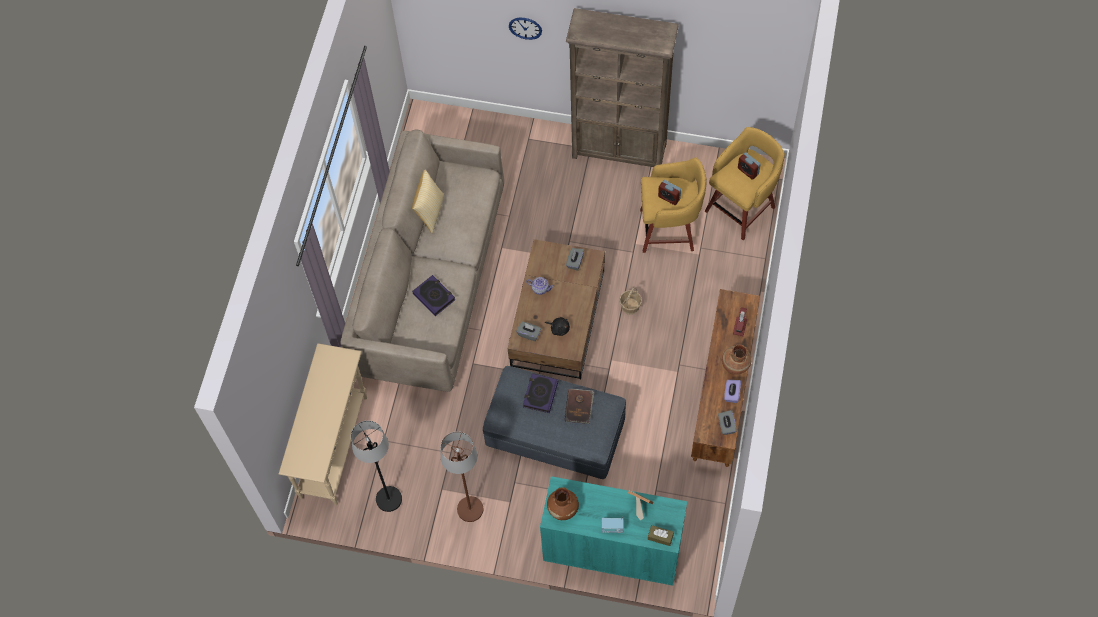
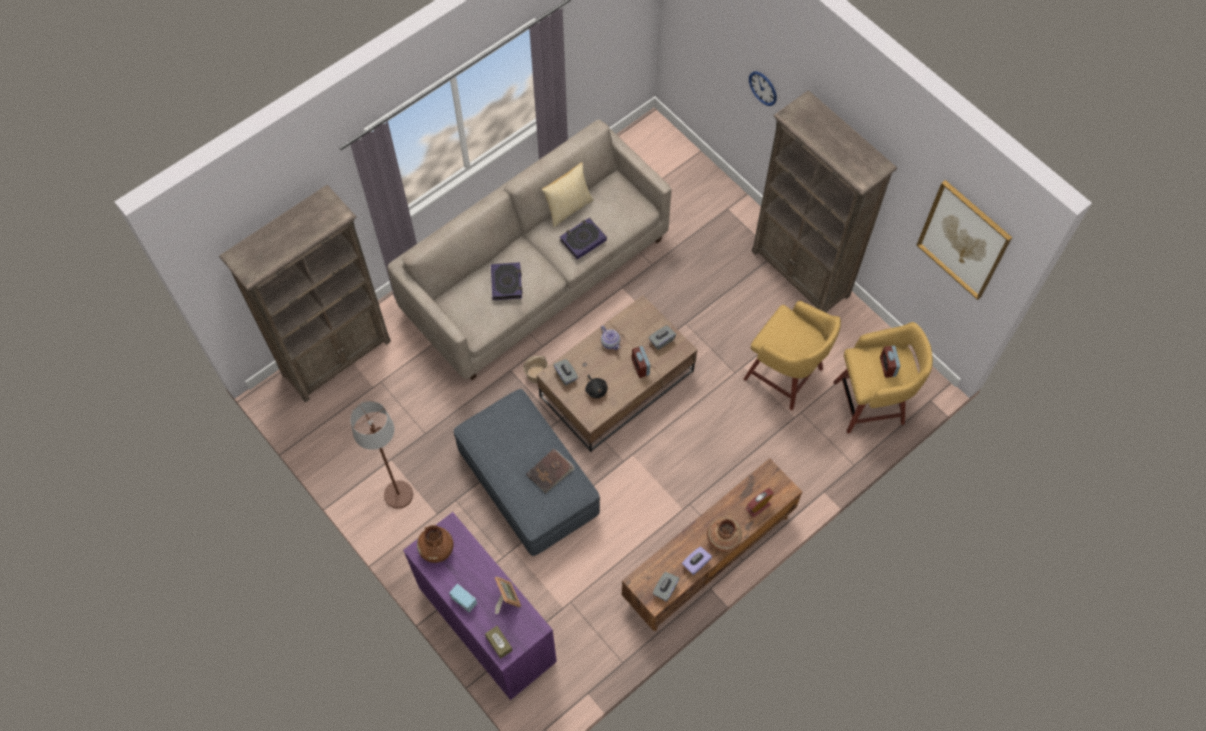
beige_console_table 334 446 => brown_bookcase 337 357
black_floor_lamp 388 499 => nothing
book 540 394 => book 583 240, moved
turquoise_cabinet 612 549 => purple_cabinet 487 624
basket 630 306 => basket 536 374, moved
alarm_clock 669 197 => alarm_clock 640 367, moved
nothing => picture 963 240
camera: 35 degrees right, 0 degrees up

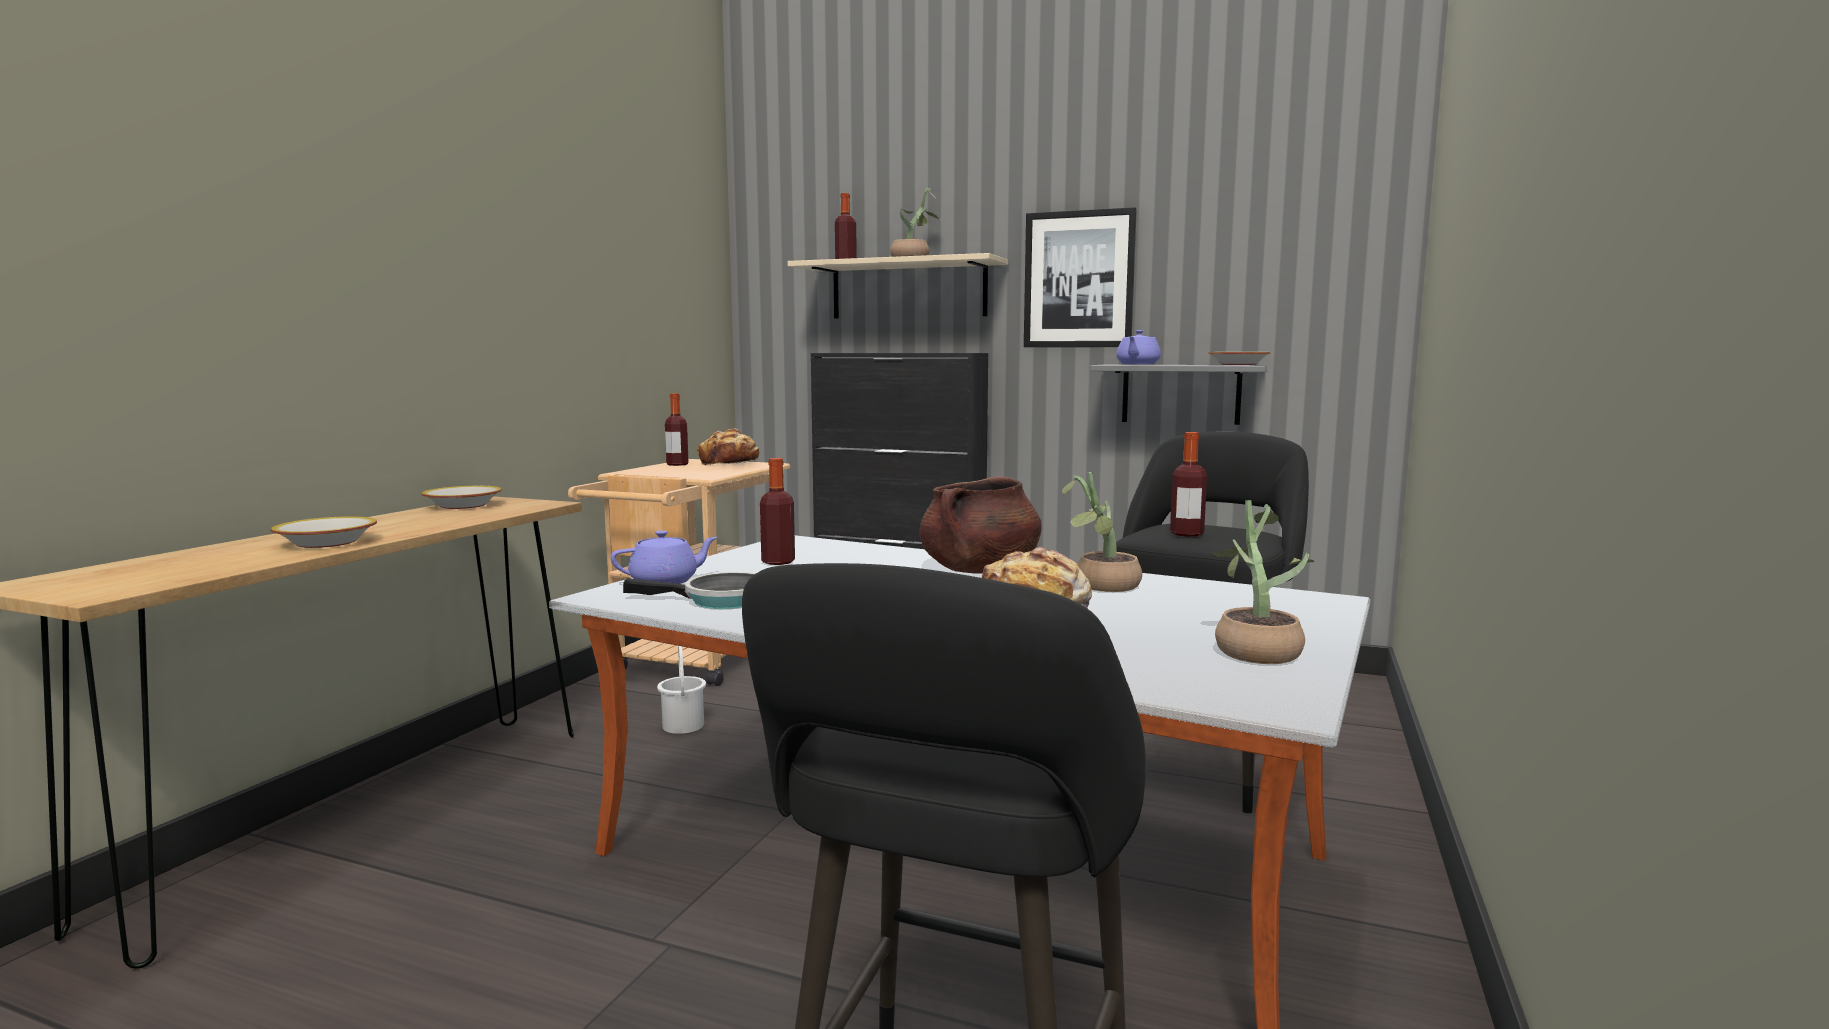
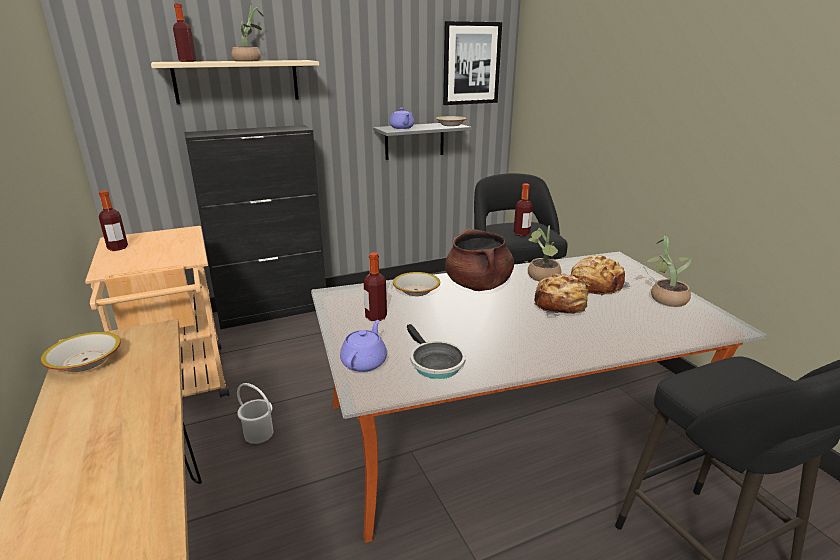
bowl 327 542 => bowl 416 290, moved
frying_pan 719 600 => frying_pan 434 363, 105 degrees clockwise
bread 730 463 => bread 596 284, moved
picture 1079 280 => picture 471 63, moved
camera: 45 degrees left, 15 degrees up

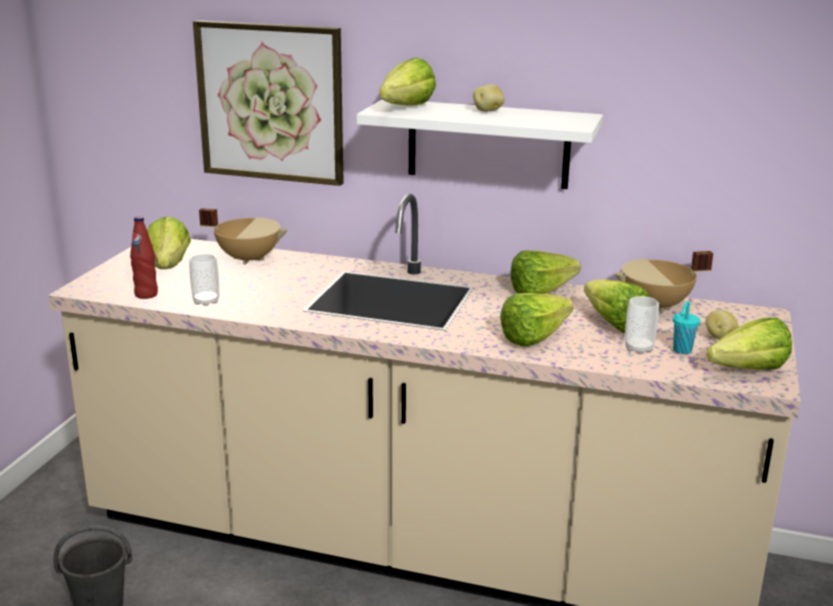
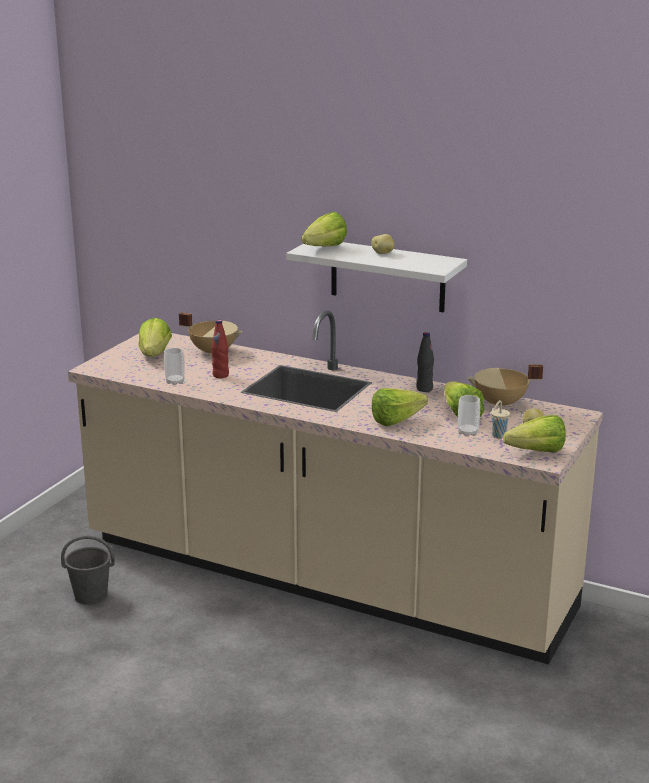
red_bottle 146 295 => red_bottle 220 375, moved
picture 271 102 => nothing
lettuce 547 292 => black_bottle 424 389
turquoise_cup 681 351 => beige_cup 498 436
camera: 10 degrees right, 0 degrees up

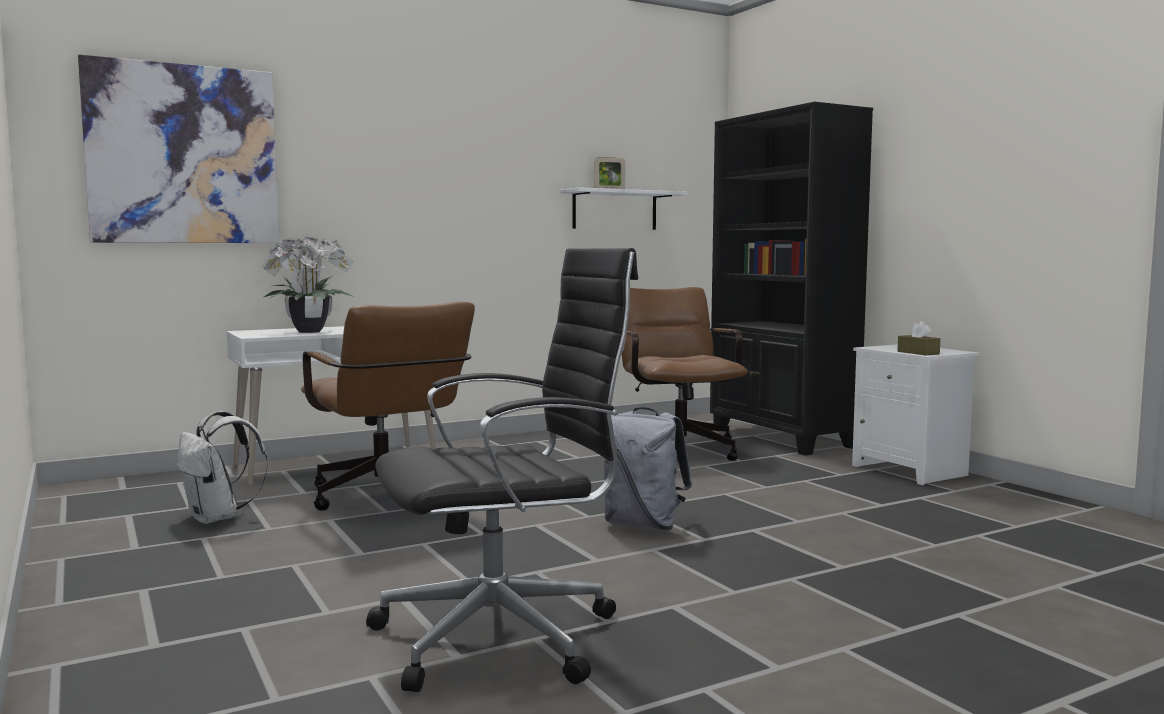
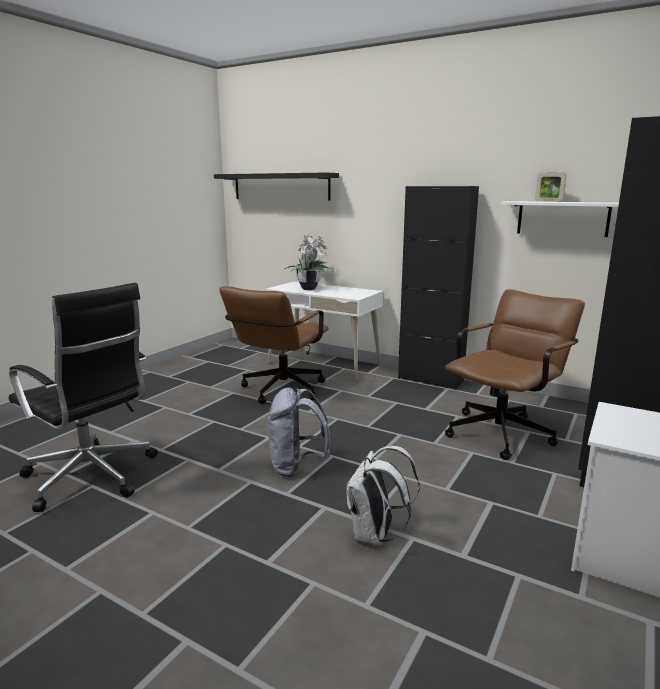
picture 183 154 => black_shelf 280 186
white_backpack 217 518 => white_backpack 375 535, moved
brown_tissue_box 918 353 => nothing
nothing => black_cabinet 430 380
camera: 60 degrees right, 10 degrees up

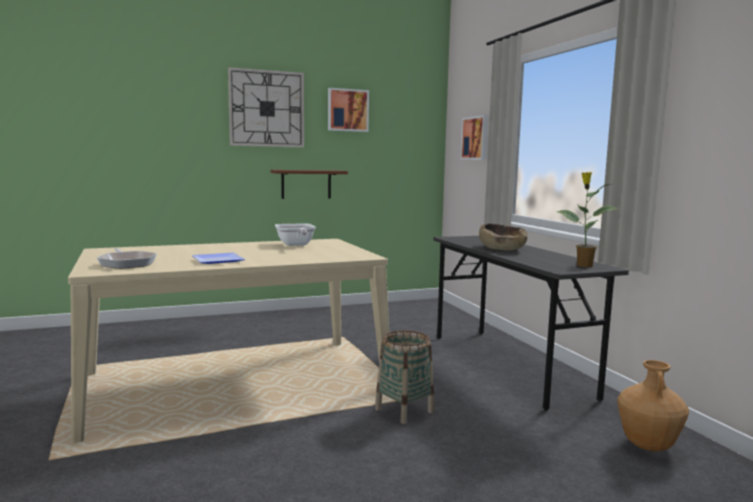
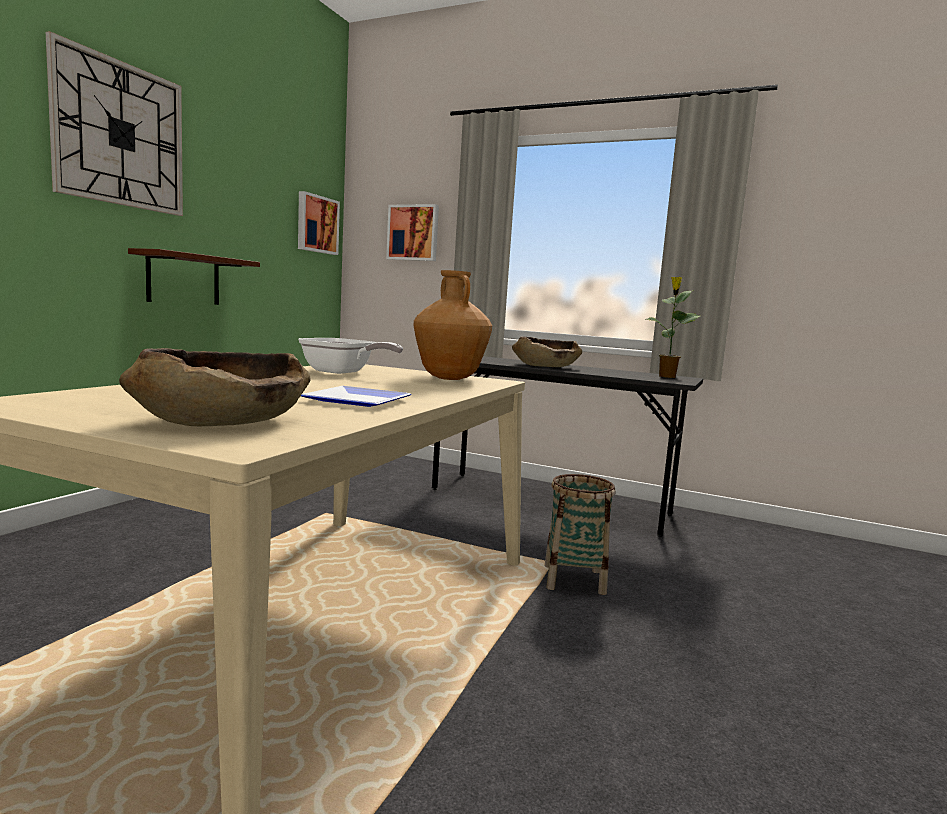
frying_pan 127 263 => brown_bowl 223 421
picture 347 110 => picture 316 224, moved
brown_vase 647 445 => brown_vase 449 378, moved
camera: 45 degrees left, 0 degrees up

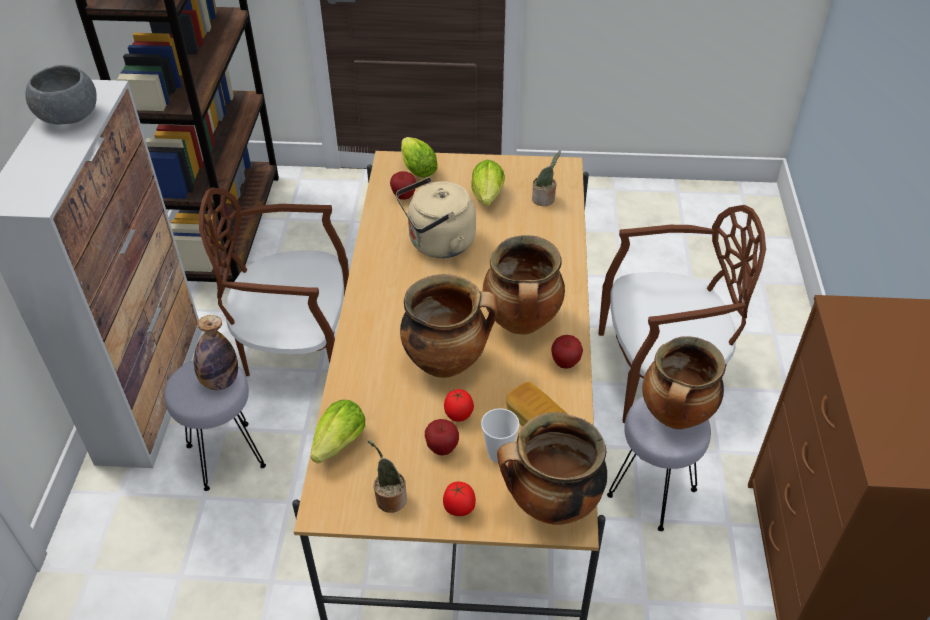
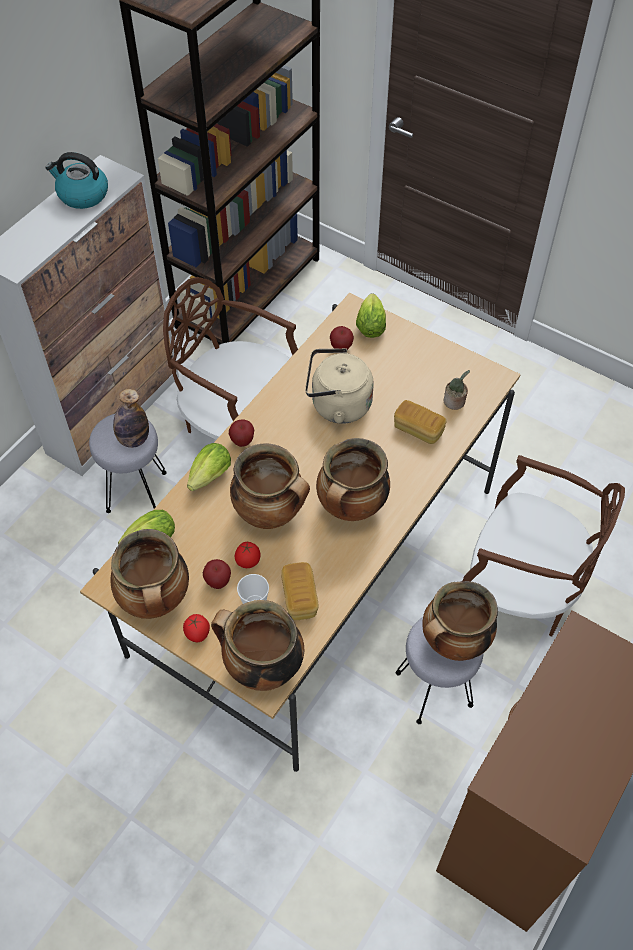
grey_bowl 69 117 => kettle 82 195
potted_plant 389 498 => cooking_pot 156 600
lettuce 487 198 => lettuce 208 478, moved
apple 565 363 => apple 242 441, moved
nothing => bread 418 429
camera: 30 degrees right, 10 degrees up

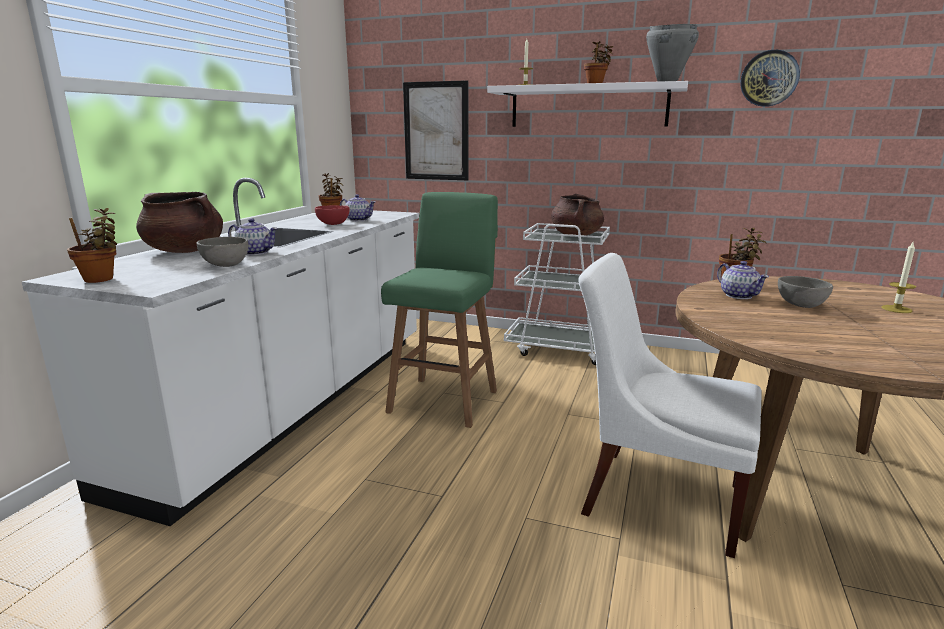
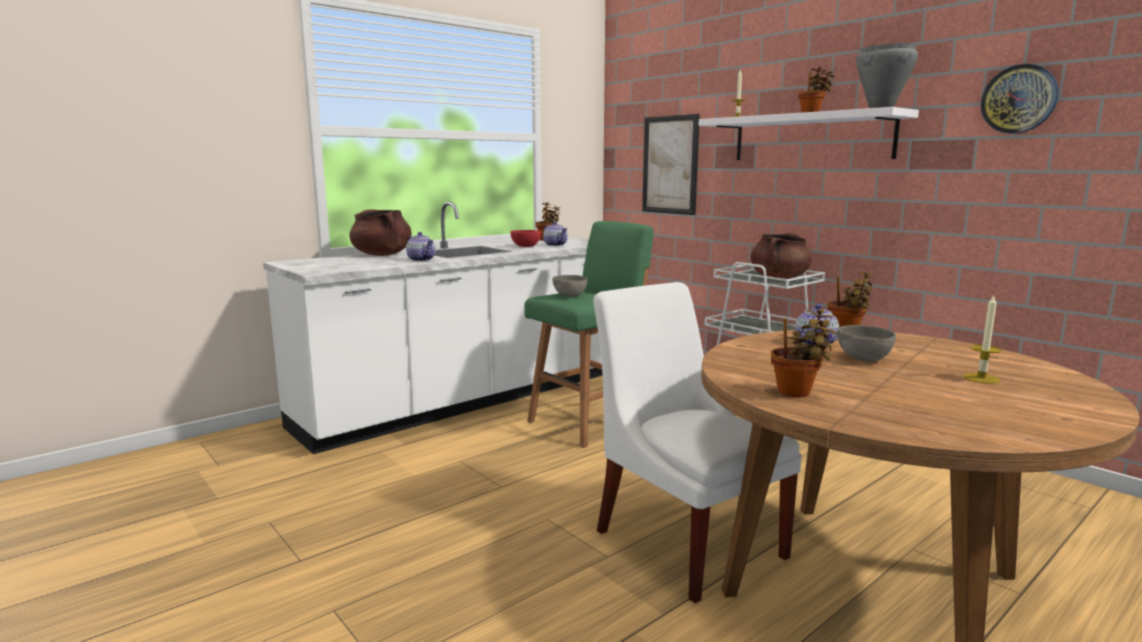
potted_plant 101 279 => potted_plant 797 393, moved
grey_bowl 225 265 => grey_bowl 569 296, moved
camera: 30 degrees right, 5 degrees down

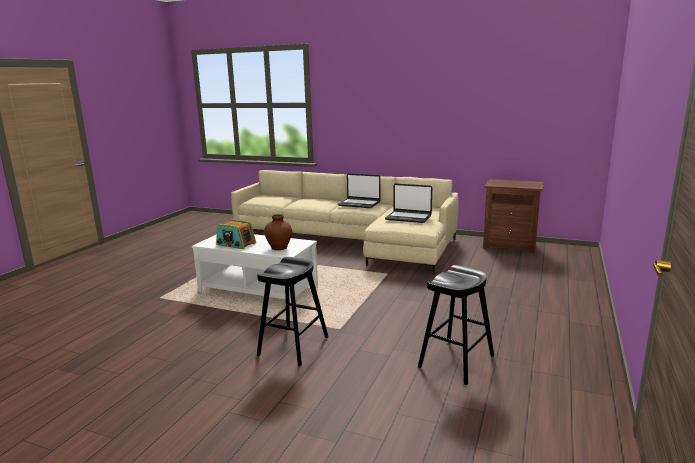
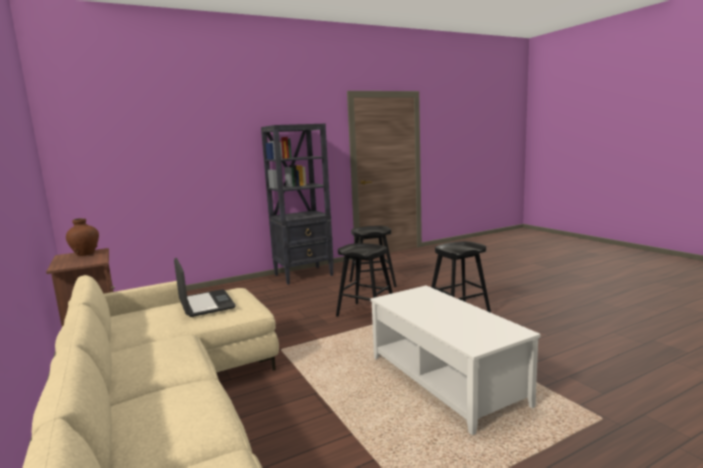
radio 235 244 => nothing
brown_vase 279 248 => brown_vase 85 254, moved
laptop 359 204 => nothing
nothing => black_bookcase 304 275
nothing => black_stool 366 313
camera: 140 degrees left, 5 degrees down

